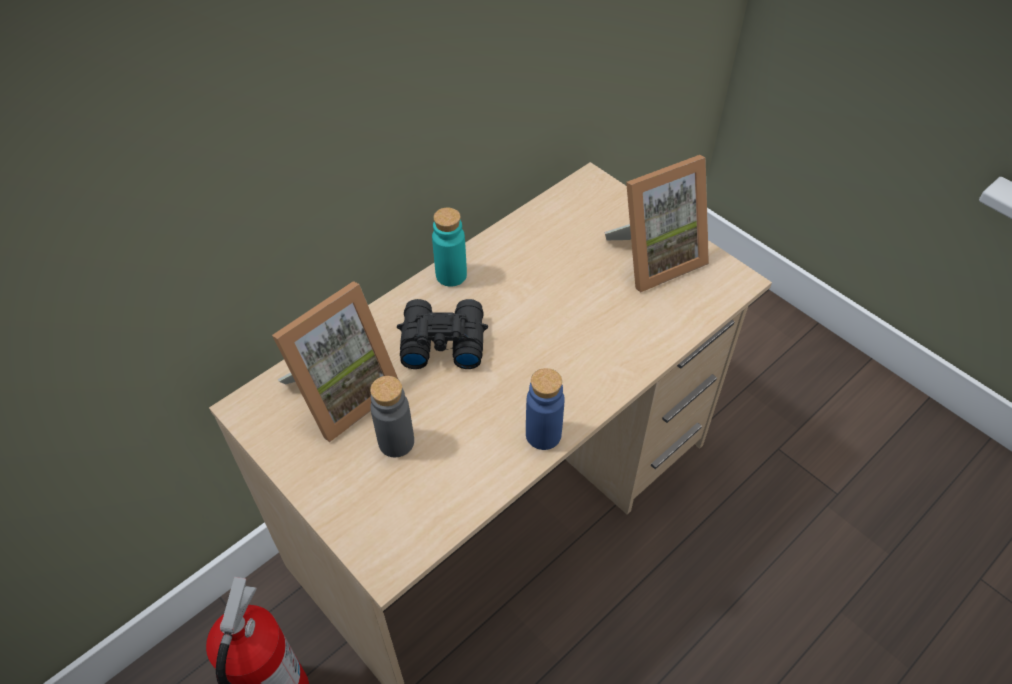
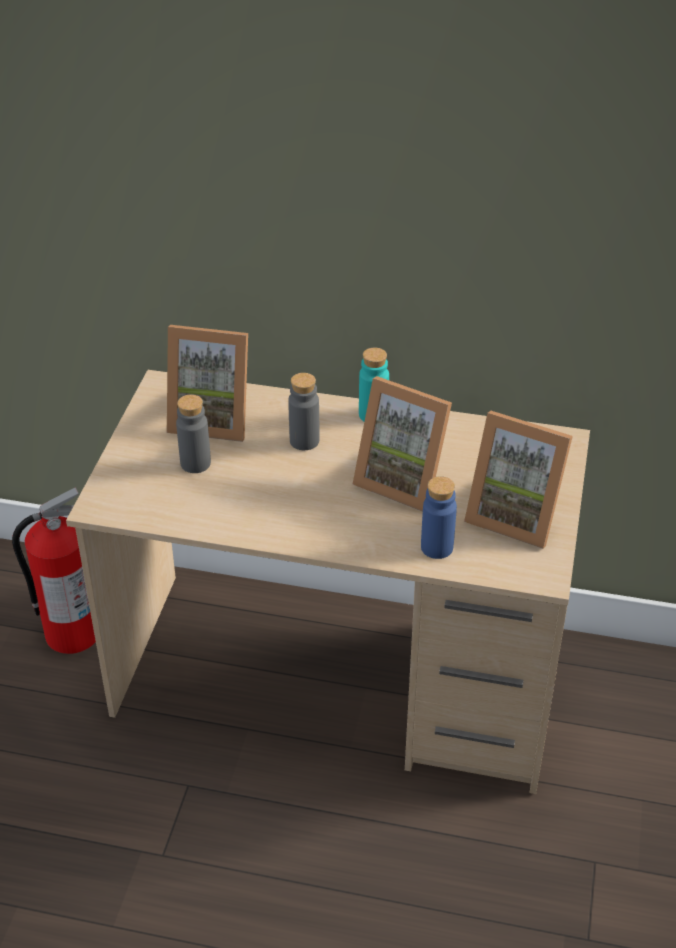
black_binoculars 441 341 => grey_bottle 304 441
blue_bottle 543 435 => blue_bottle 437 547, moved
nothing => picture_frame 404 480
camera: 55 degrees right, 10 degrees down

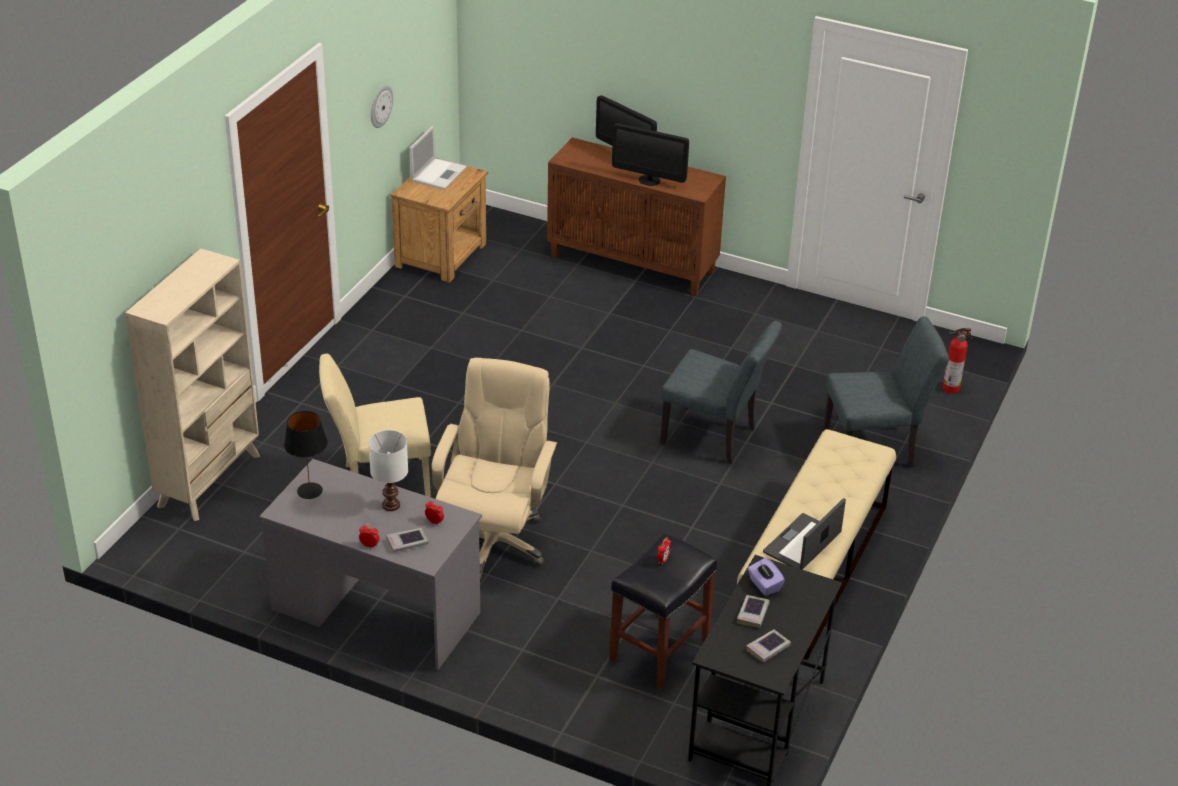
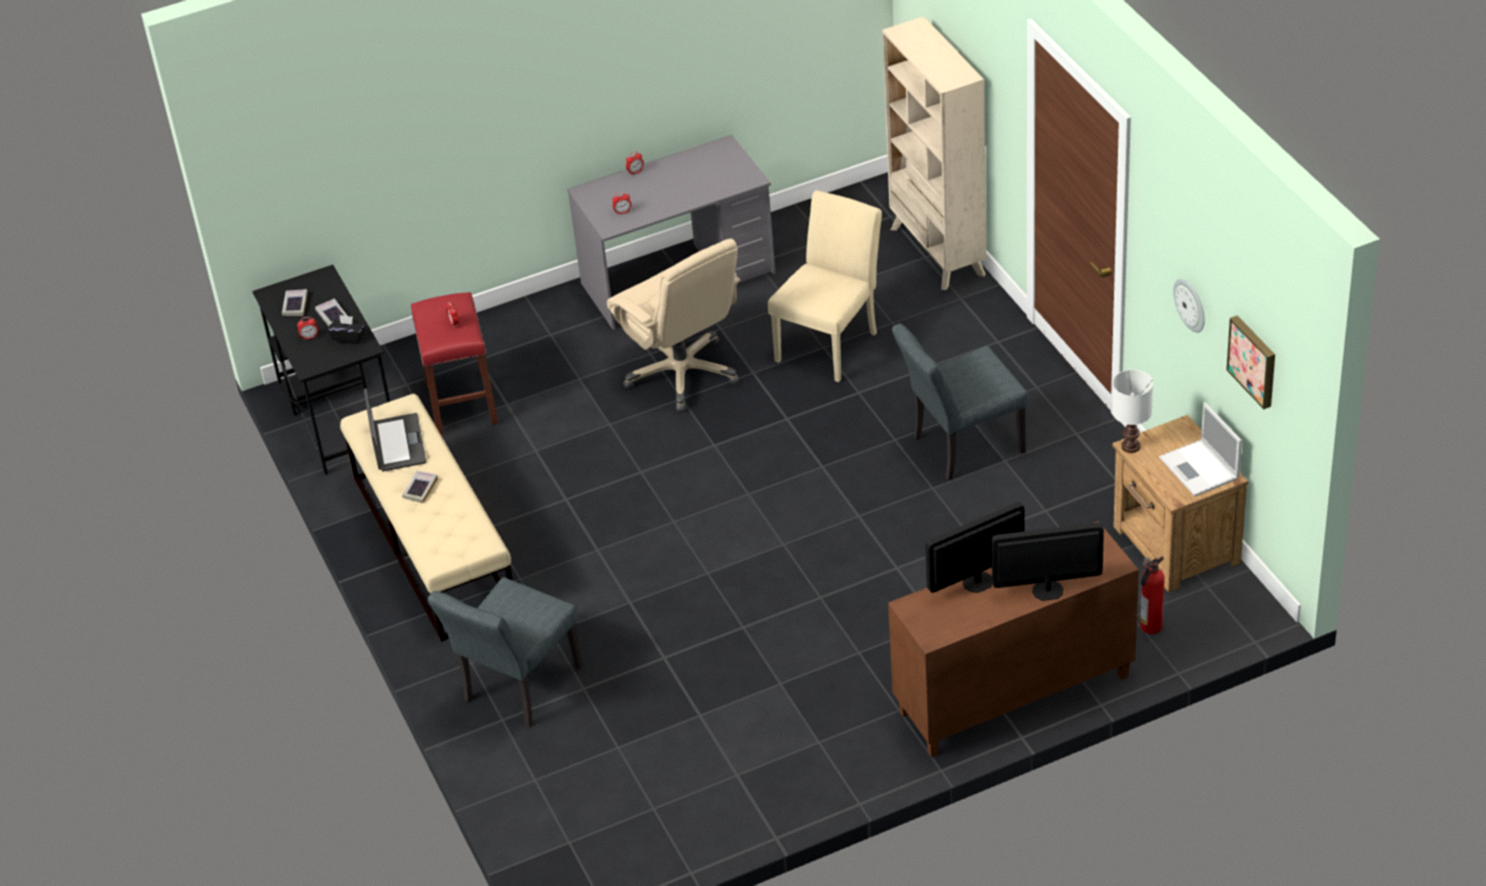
black_table_lamp 310 490 => nothing
white_table_lamp 391 506 => white_table_lamp 1129 446, moved
book 407 543 => book 420 489, moved
black_stool 659 649 => red_stool 462 405
grey_chair 715 438 => grey_chair 960 447, moved
purple_tissue_box 764 585 => black_tissue_box 349 337
fire_extinguisher 952 388 => fire_extinguisher 1150 627, moved
nothing => alarm_clock 309 337
nothing => picture 1254 360
camera: 135 degrees right, 5 degrees up

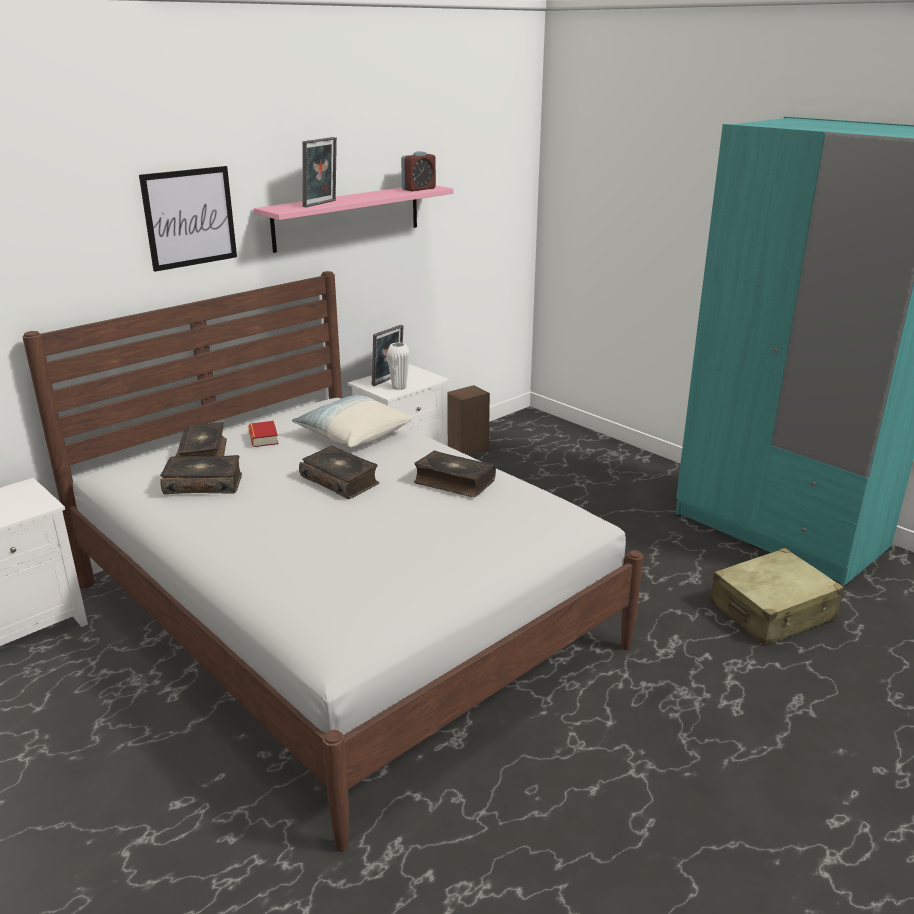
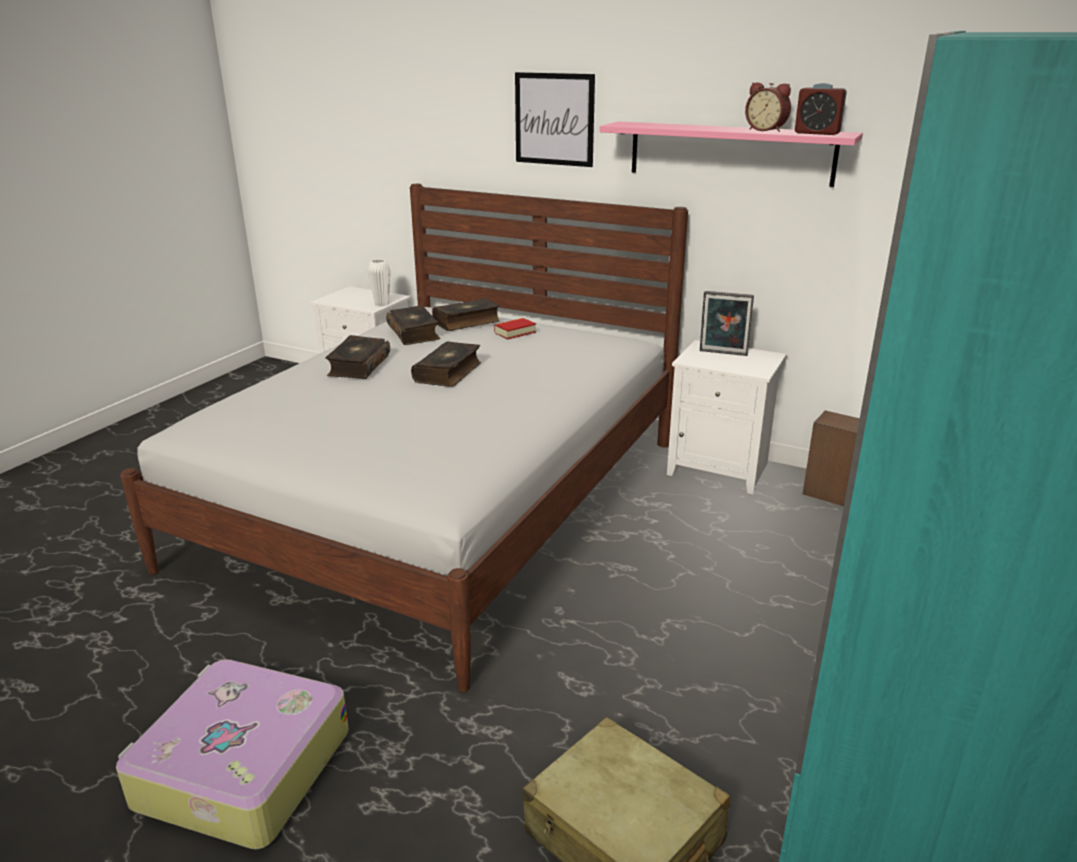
pillow 353 435 => nothing
picture_frame 321 204 => nothing
white_vase 399 387 => white_vase 381 304, moved
book 453 482 => book 358 366, moved
nothing => suitcase 241 769
nothing => alarm_clock 766 130
camera: 70 degrees right, 0 degrees up

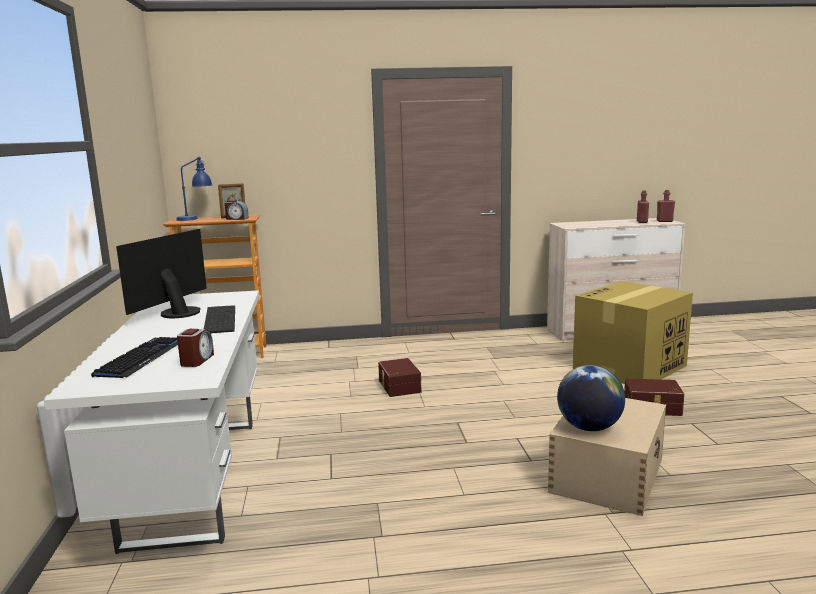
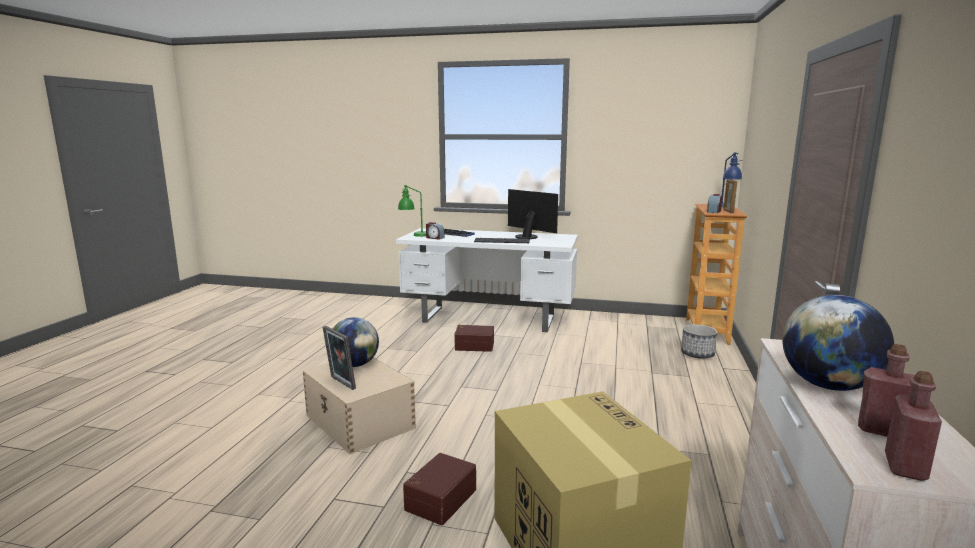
brown_storage_box 398 386 => brown_storage_box 474 345, moved
nothing => picture_frame 340 383
nothing => green_table_lamp 414 235
nothing => planter 697 354
nothing => globe 828 385
camera: 110 degrees right, 0 degrees up

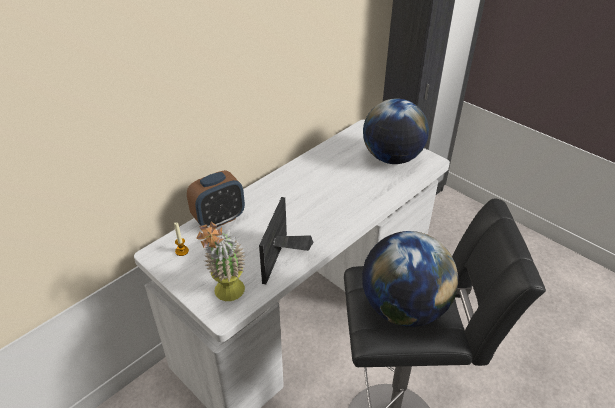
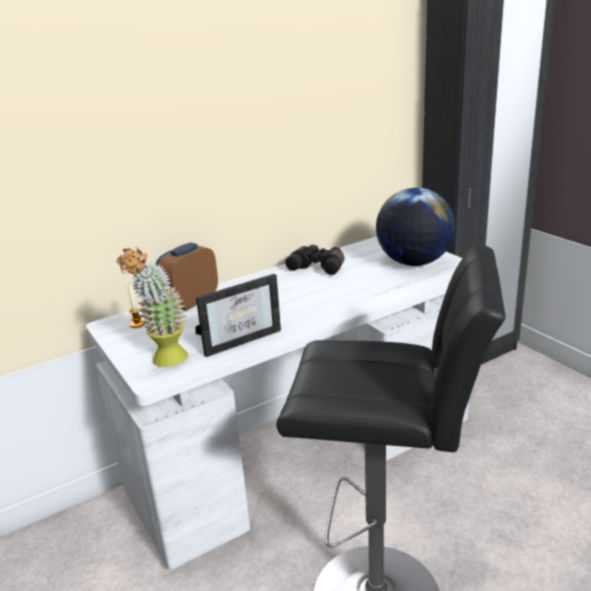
alarm_clock 219 219 => alarm_clock 190 302, 150 degrees clockwise
picture_frame 281 260 => picture_frame 241 338, 150 degrees counterclockwise
globe 403 307 => nothing
nothing => black_binoculars 318 267
camera: 15 degrees right, 15 degrees down

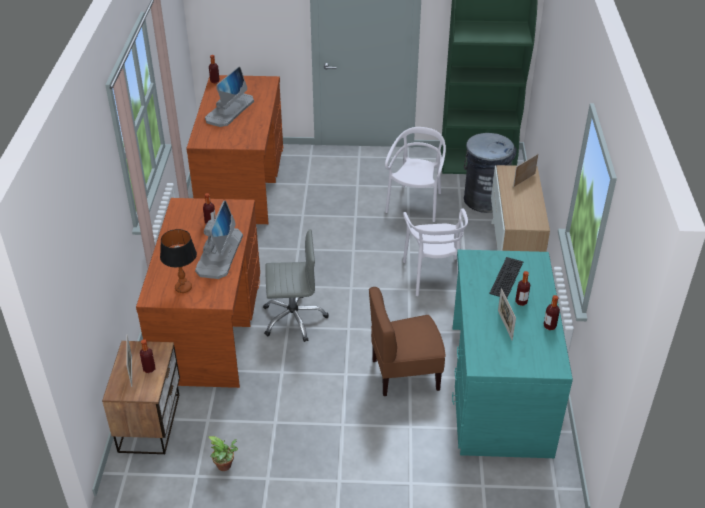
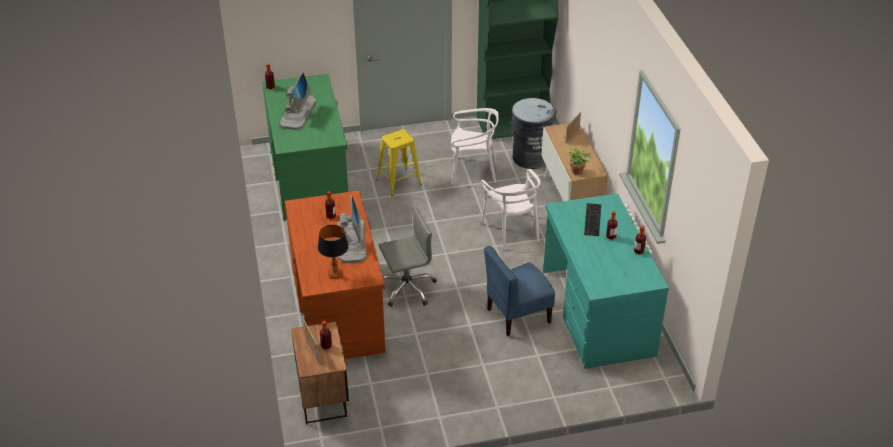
brown_desk 242 183 => green_desk 309 177
potted_plant 226 466 => potted_plant 578 172, moved
brown_chair 404 374 => blue_chair 518 315
white_chair 415 204 => white_chair 472 171, 90 degrees clockwise
picture_frame 505 325 => nothing
nothing => yellow_stool 399 182
camera: 15 degrees left, 0 degrees up

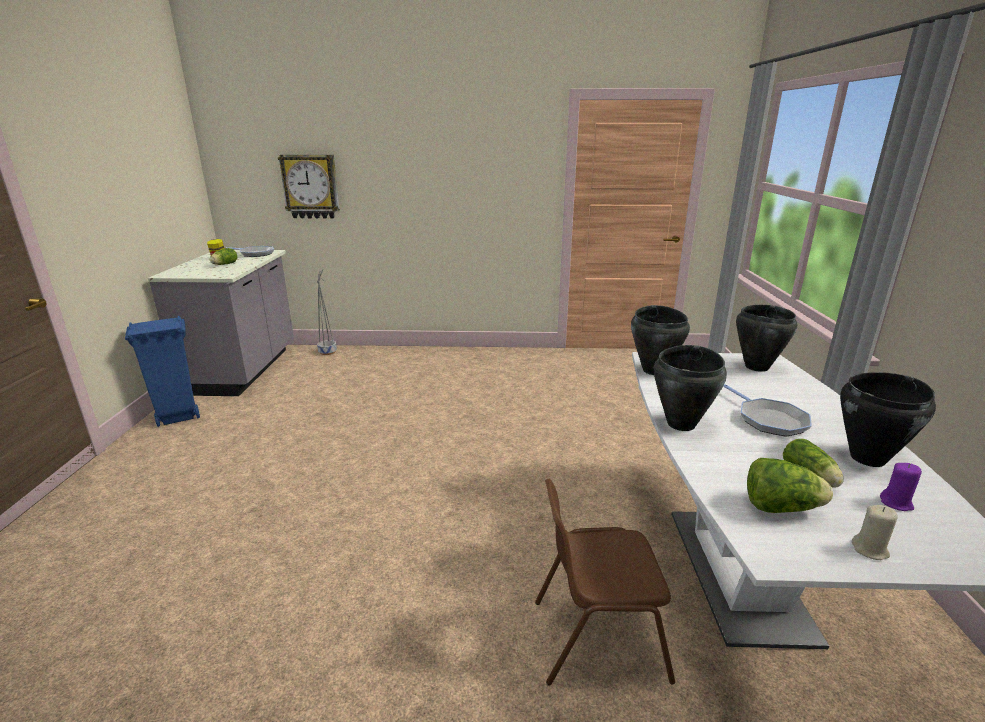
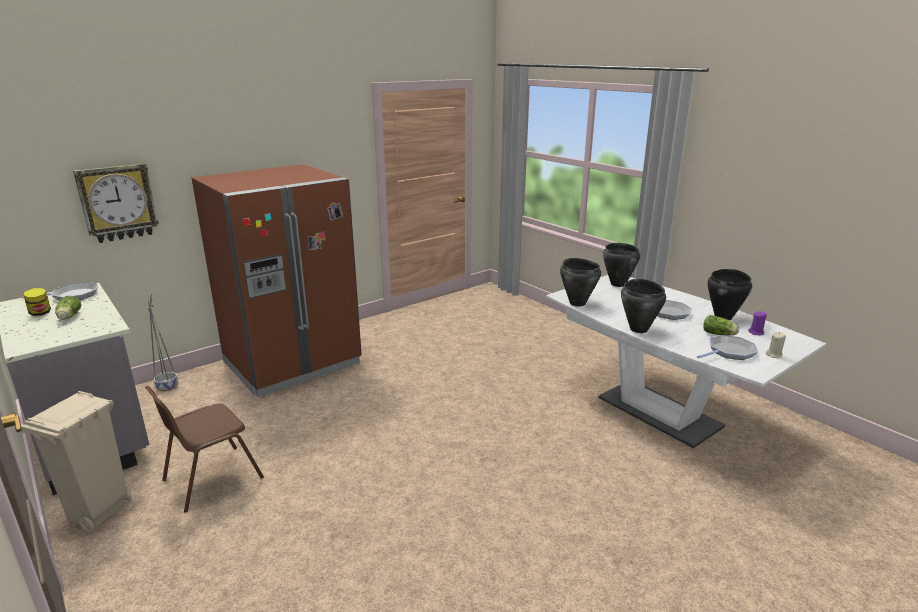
blue_trash_can 178 417 => beige_trash_can 98 514
brown_chair 596 638 => brown_chair 211 479, moved
lettuce 780 507 => frying_pan 729 352
nothing => brown_fridge 292 363
camera: 40 degrees left, 0 degrees up

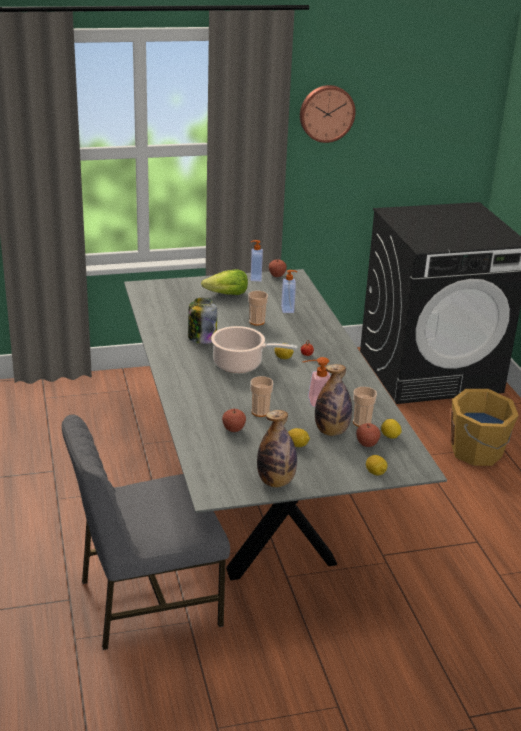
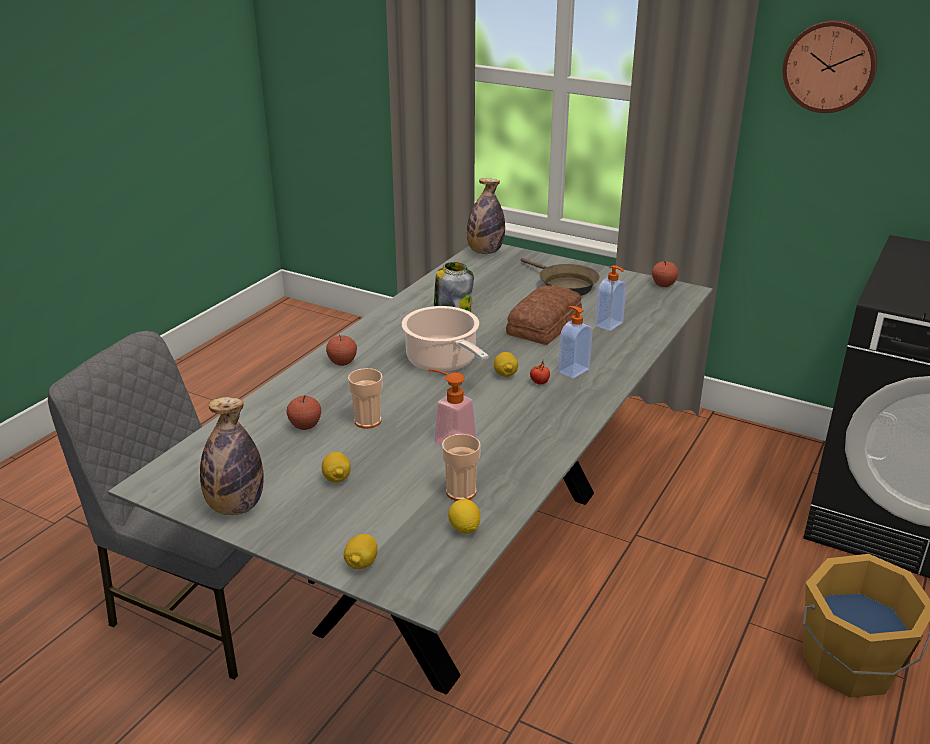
lettuce 227 294 => brown_frying_pan 564 285
cup 256 321 => bread 546 324
soap_dispenser 255 278 => soap_dispenser 573 370, moved
bottle 331 431 => bottle 485 252, moved
apple 367 444 => apple 342 362, moved
camera: 45 degrees right, 0 degrees up

